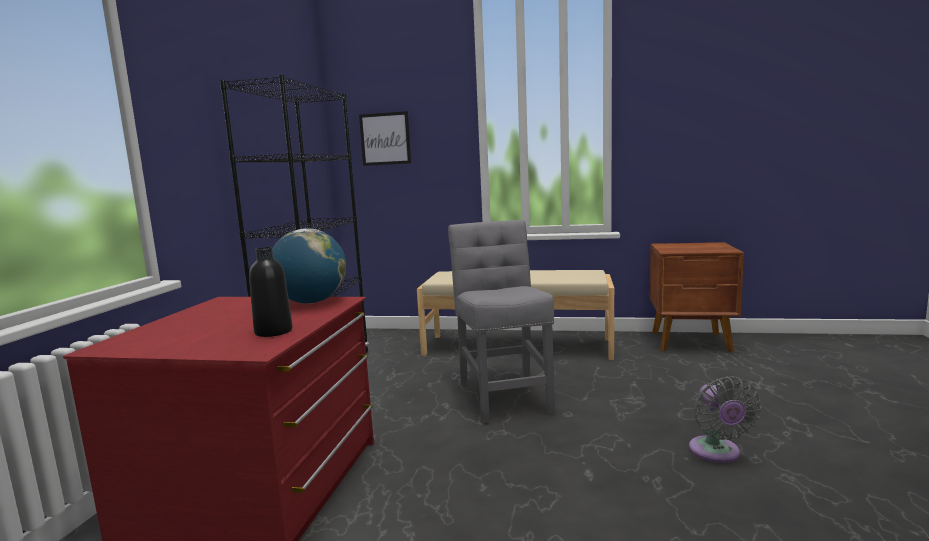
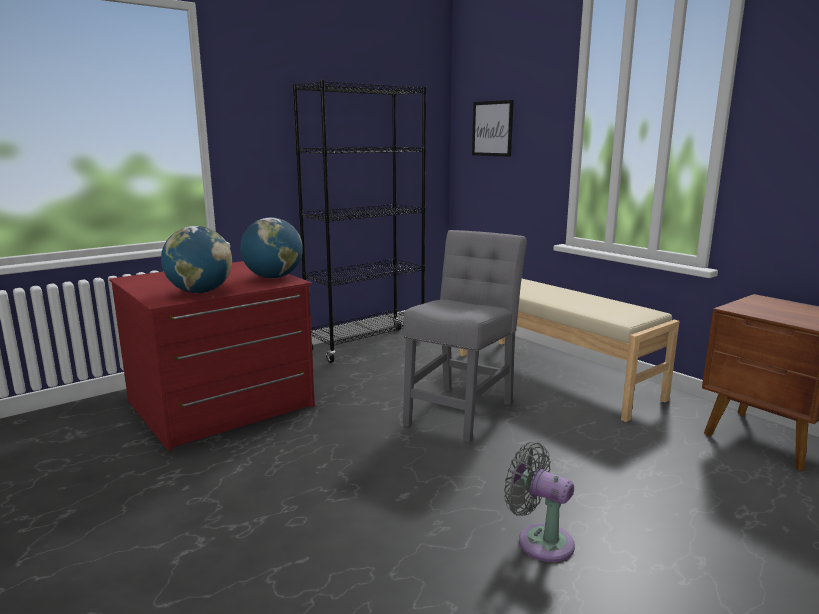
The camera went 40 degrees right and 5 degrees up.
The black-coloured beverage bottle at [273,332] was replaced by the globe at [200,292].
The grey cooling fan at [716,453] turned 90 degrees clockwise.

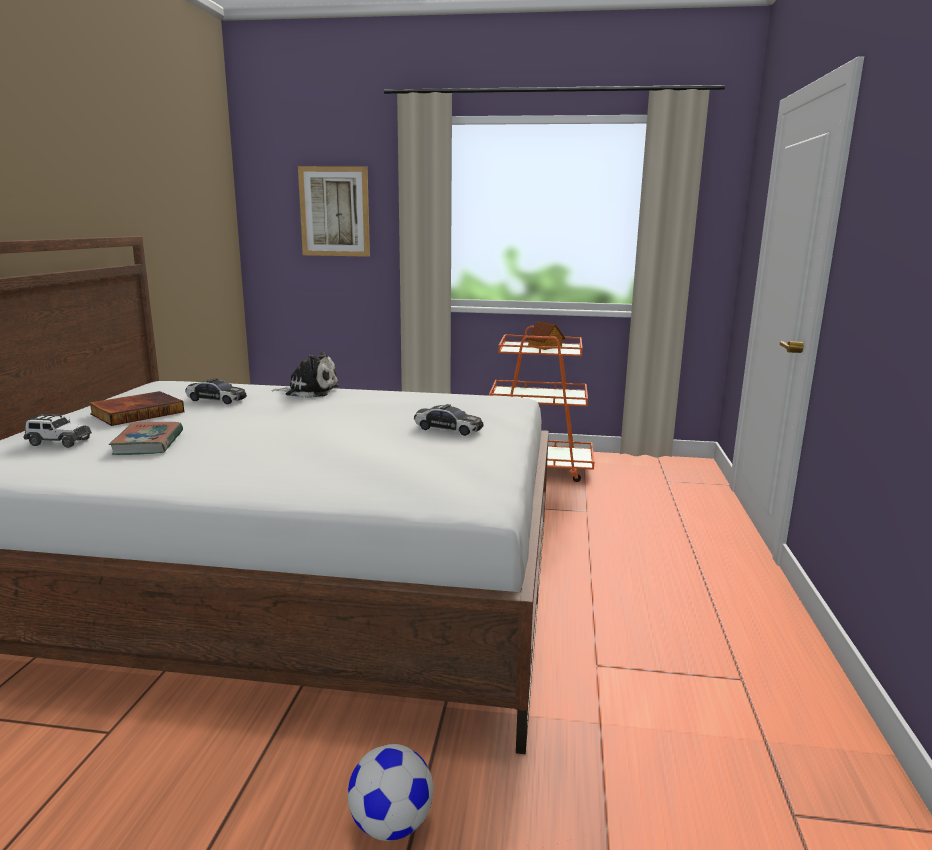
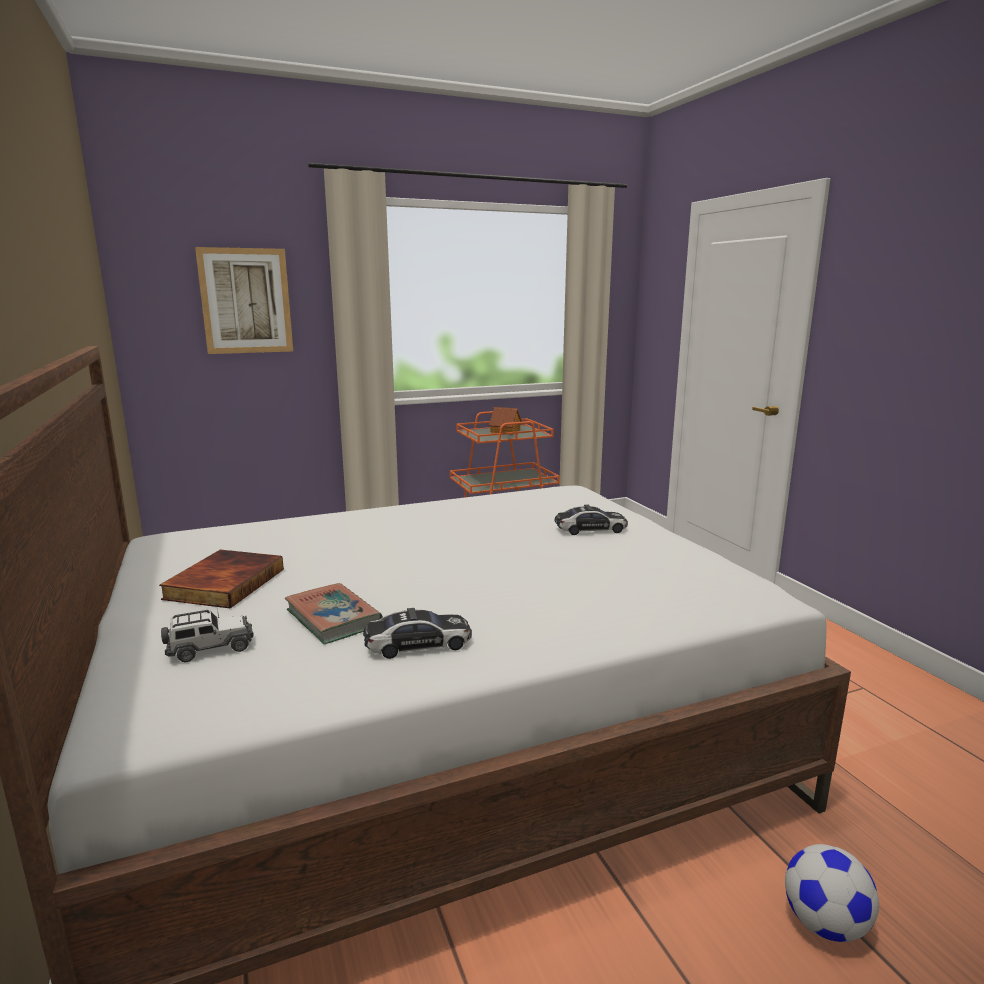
The camera went 30 degrees left and 0 degrees up.
The miniature car moved from [216,399] to [418,644].
The soft toy at [309,391] disappeared.

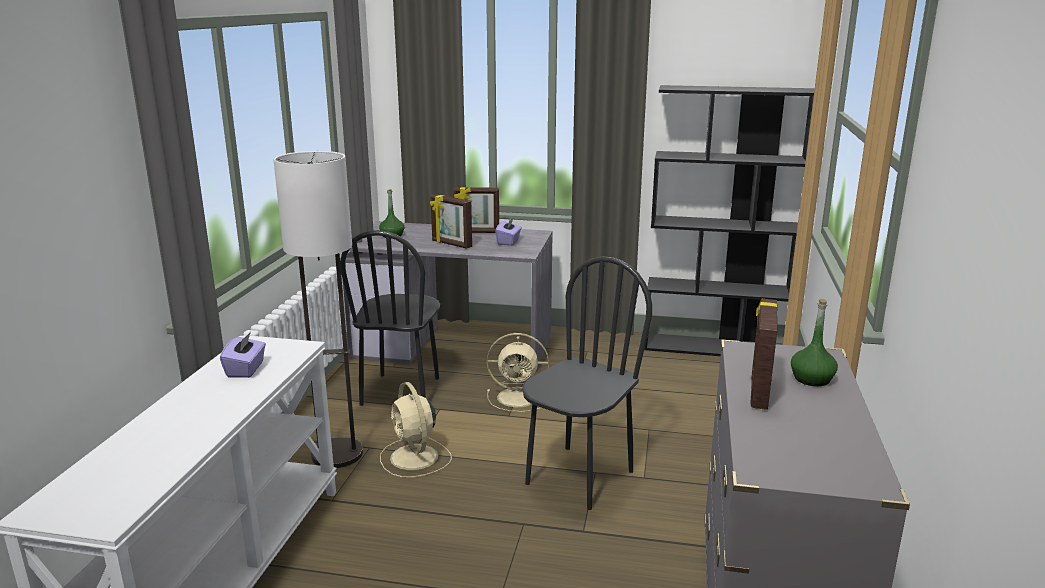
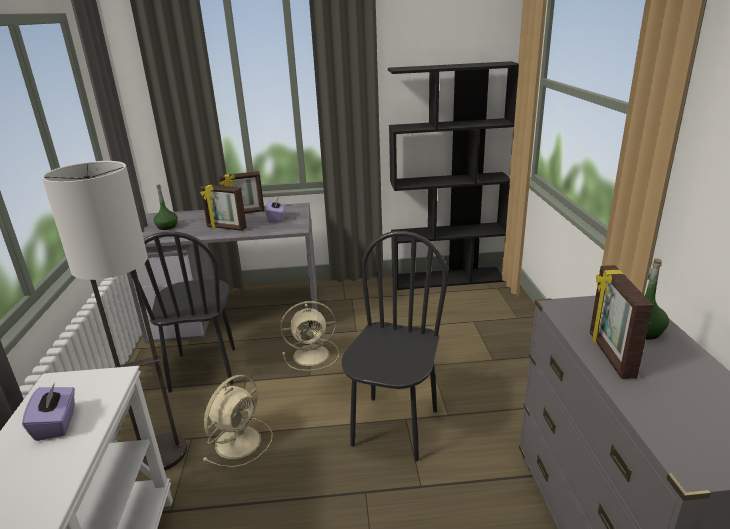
The camera went 15 degrees left and 5 degrees up.
The beige cooling fan at [415,458] turned 105 degrees counterclockwise.

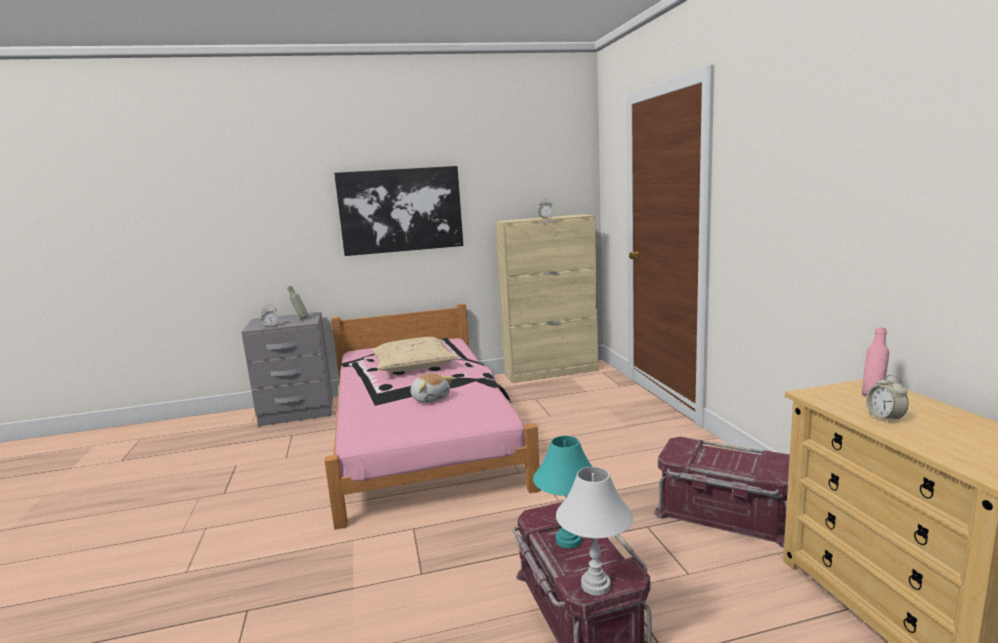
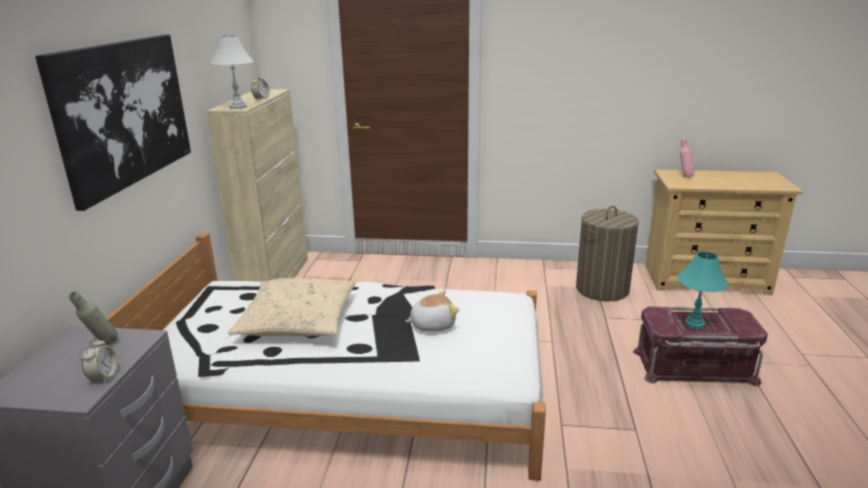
The camera went 70 degrees left and 10 degrees up.
The pinkish bed at [420,434] became the whitish bed at [349,391].
The whitish table lamp moved from [596,585] to [238,107].
The reddish storage bin at [724,514] was replaced by the hamper at [602,289].
The table clock at [885,418] disappeared.

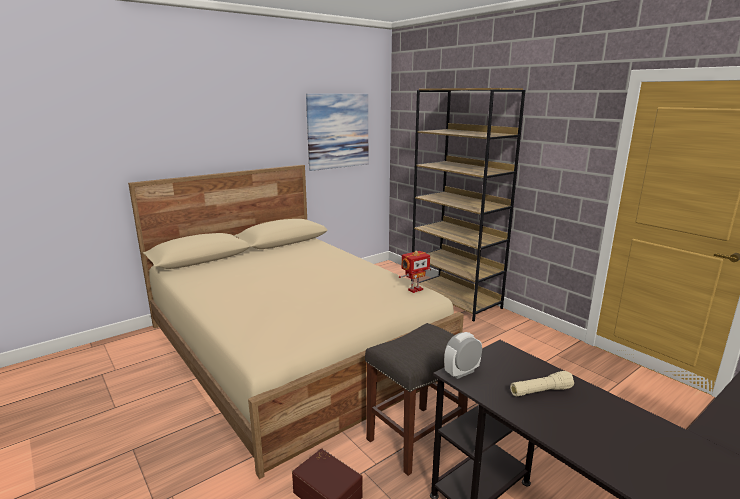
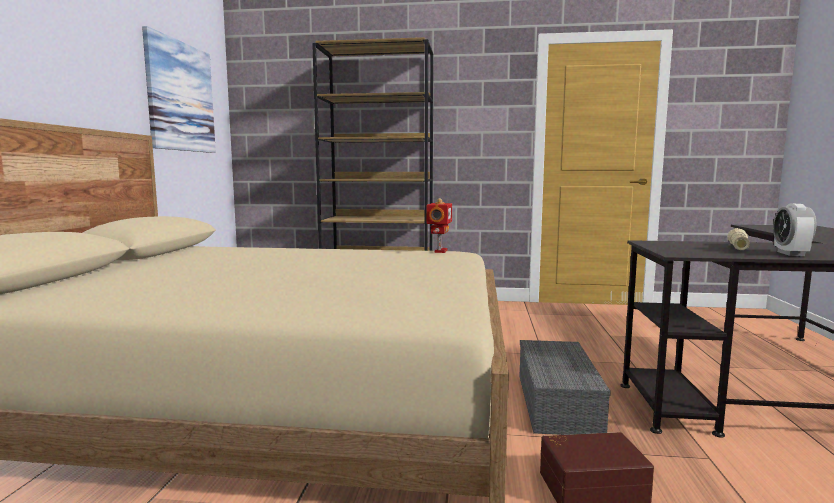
The camera went 45 degrees left and 10 degrees down.
The grey stool seat at [415,439] was replaced by the grey storage bin at [559,403].
The table clock moved from [462,372] to [790,253].

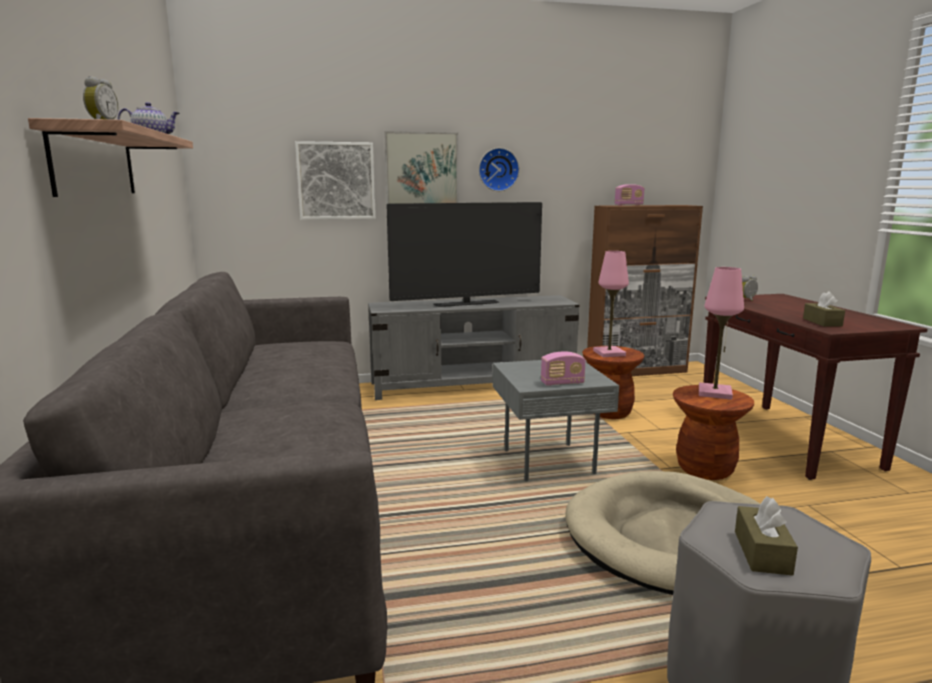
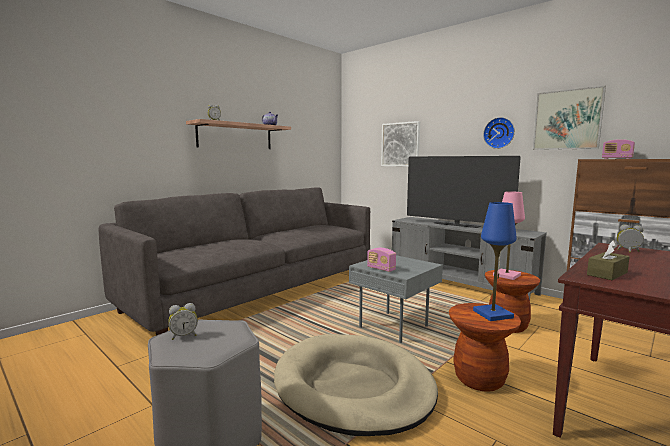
The camera went 55 degrees right and 5 degrees down.
The brown tissue box at [762,552] was replaced by the table clock at [184,336].
The pinkish table lamp at [715,393] became the blue table lamp at [493,314].
The wall picture moved from [421,170] to [567,120].

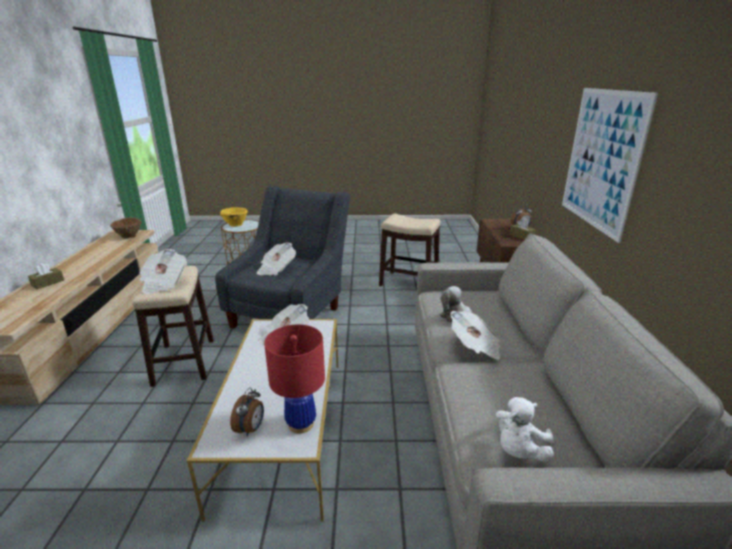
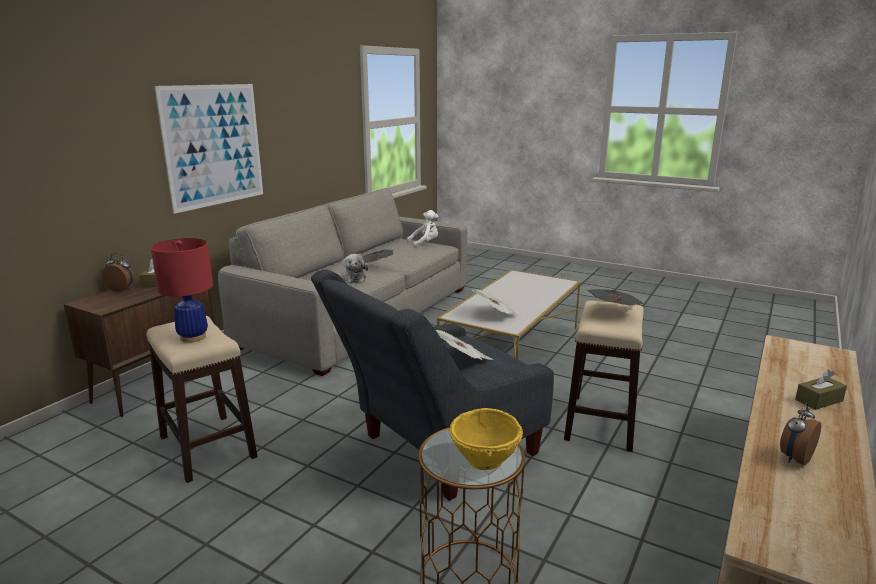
The camera went 150 degrees left and 5 degrees down.
The reddish table lamp moved from [301,424] to [193,337].
The table clock moved from [251,429] to [794,458].
The brown serving bowl at [129,236] disappeared.

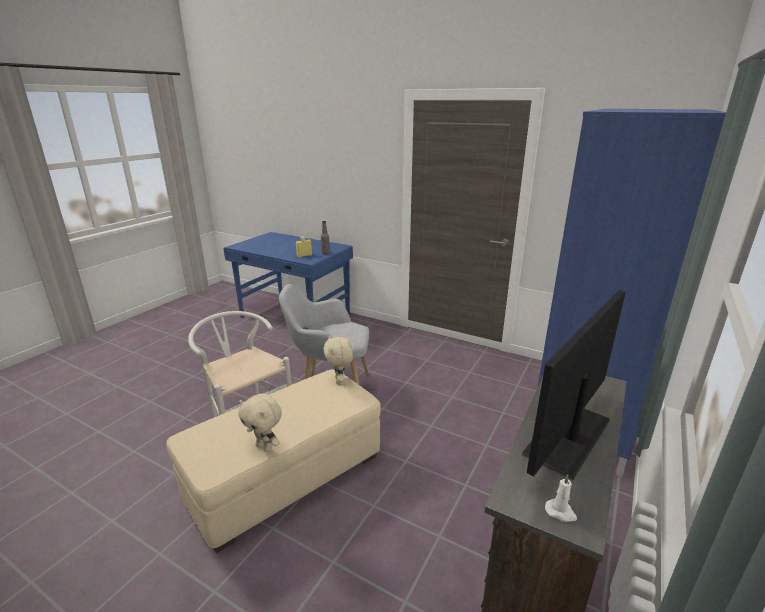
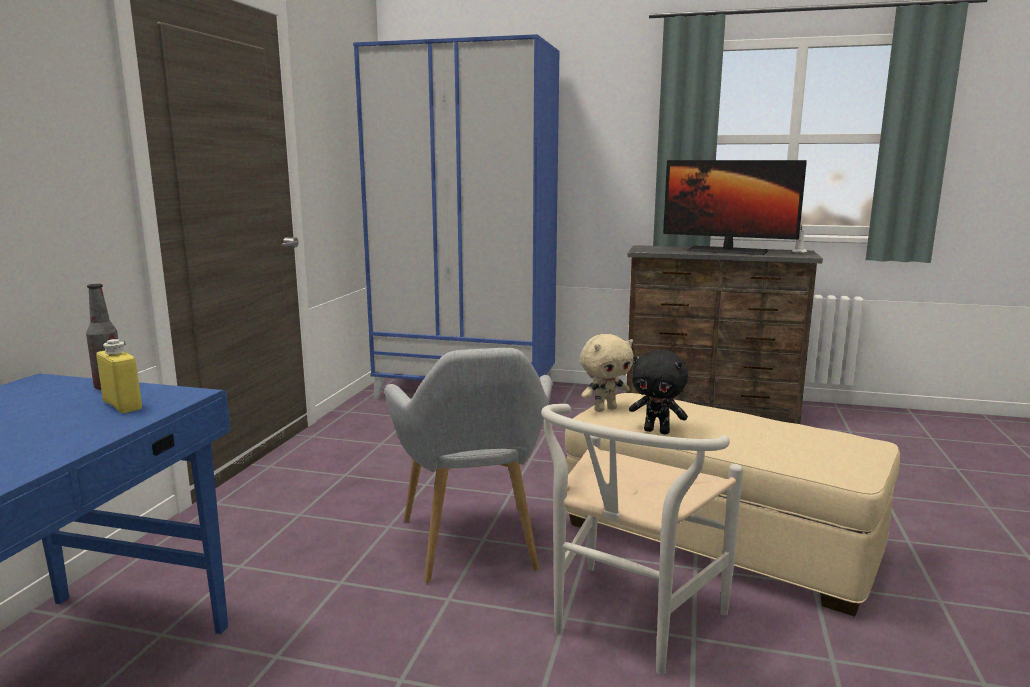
The camera went 105 degrees left and 10 degrees down.
The black-coloured soft toy at [657,431] appeared.
The beige soft toy at [265,447] disappeared.

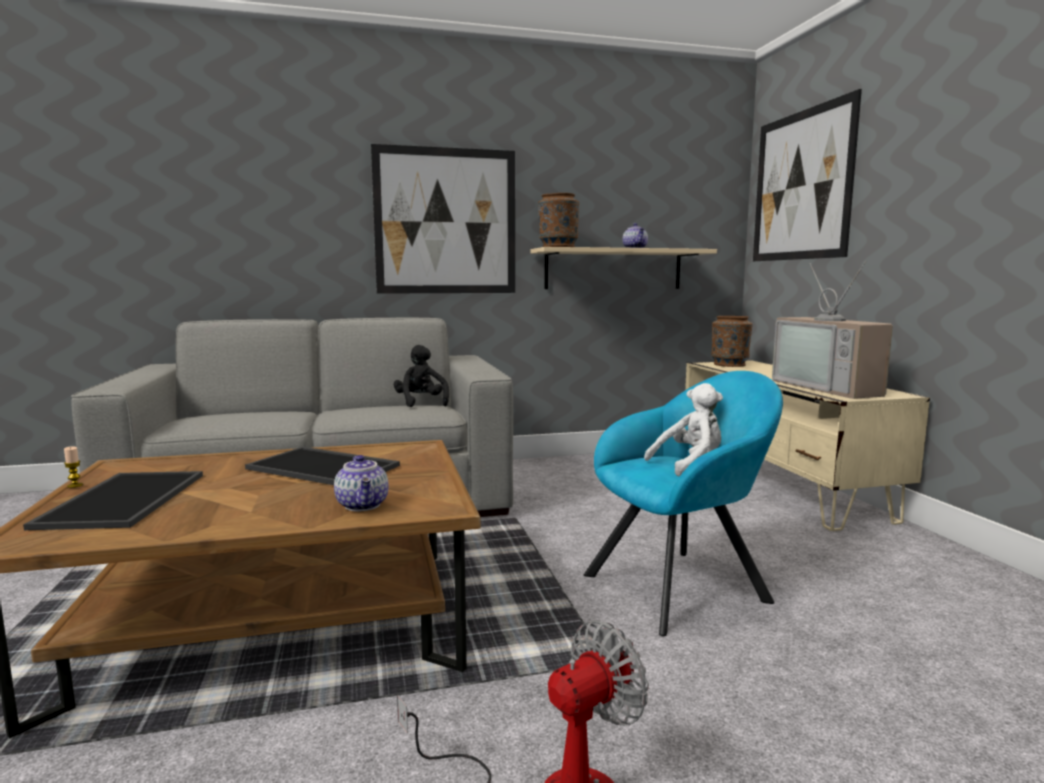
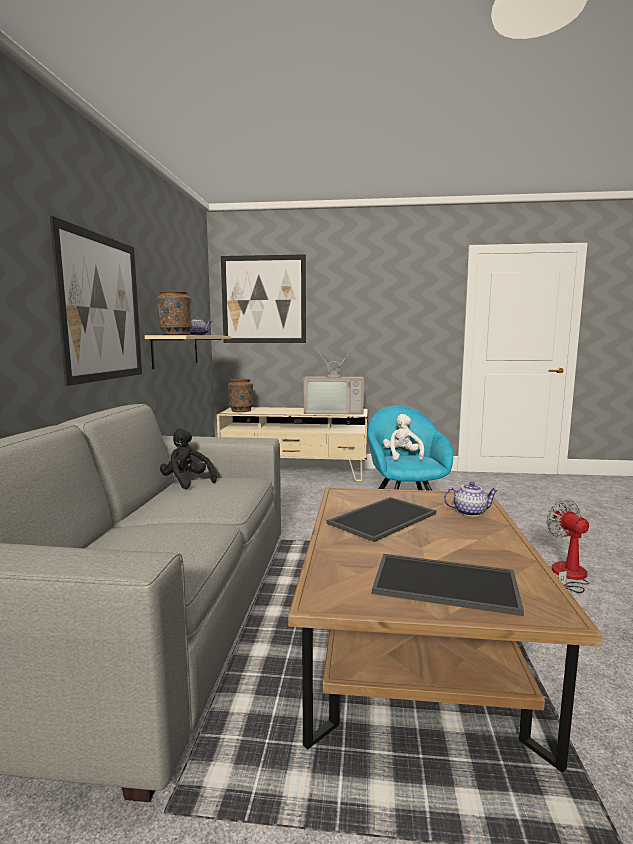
The camera went 70 degrees left and 0 degrees up.
The black-coloured soft toy at [421,403] turned 45 degrees clockwise.
The candle at [75,485] disappeared.

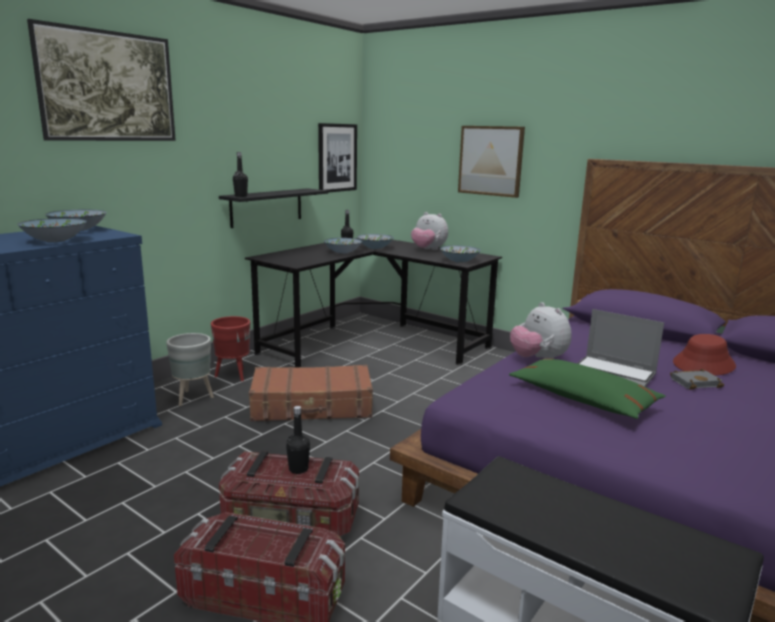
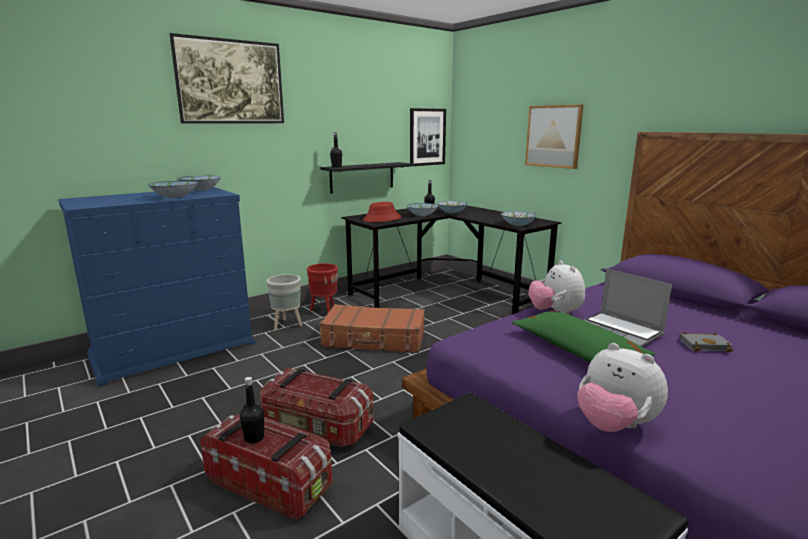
The camera went 15 degrees right and 0 degrees up.
The black-coloured beverage bottle moved from [298,469] to [254,438].
The reddish hat moved from [704,364] to [382,219].
The soft toy moved from [428,250] to [614,425].

